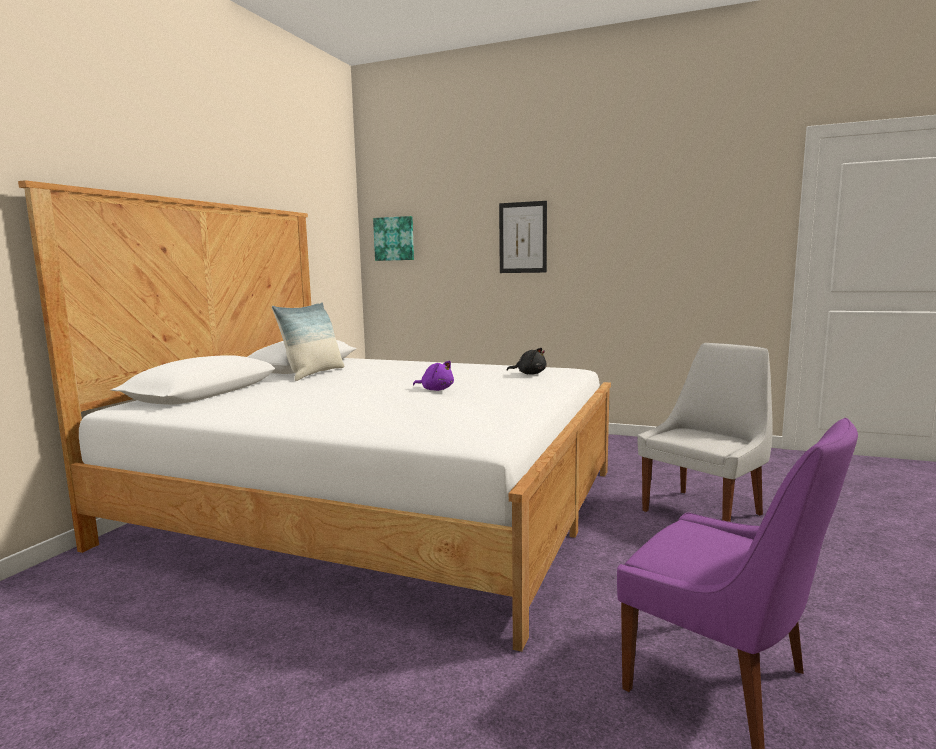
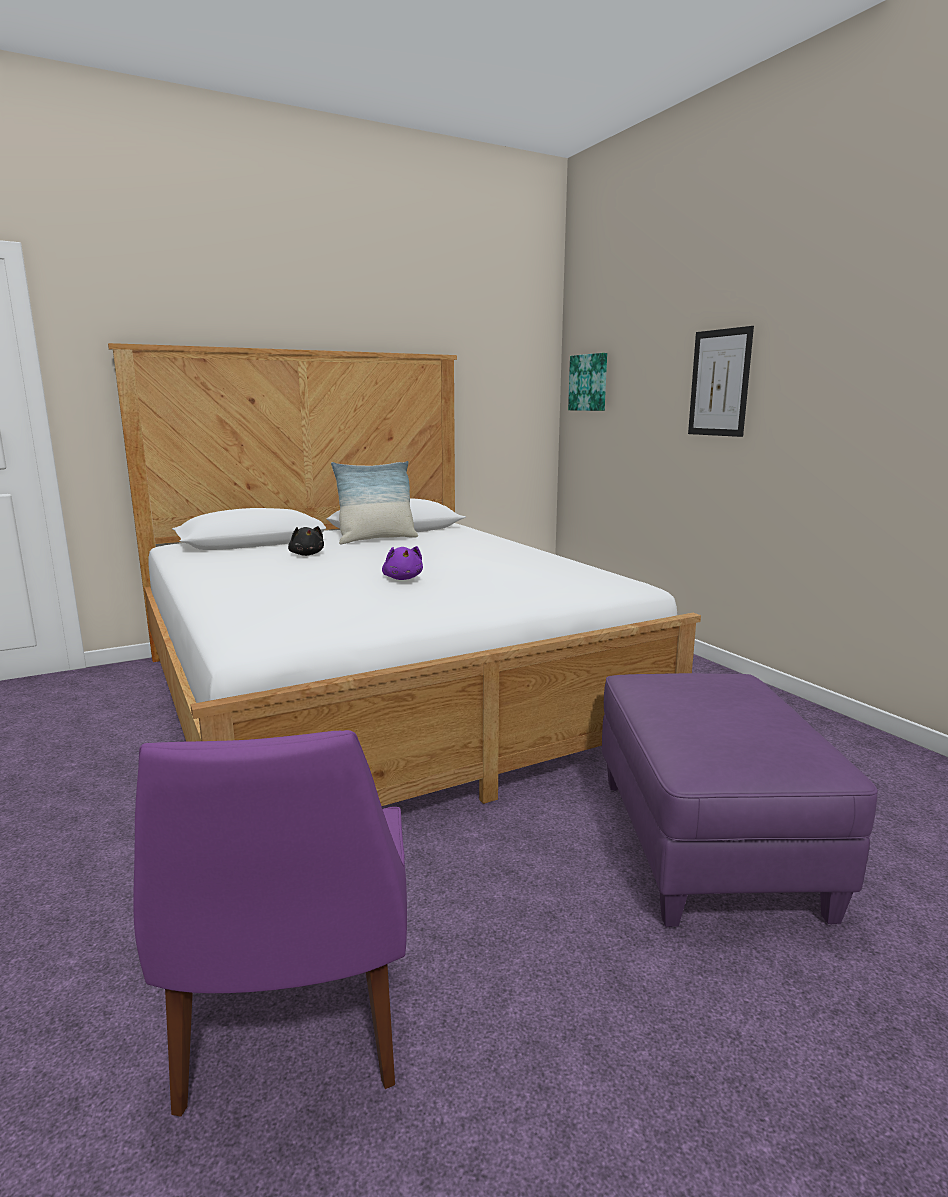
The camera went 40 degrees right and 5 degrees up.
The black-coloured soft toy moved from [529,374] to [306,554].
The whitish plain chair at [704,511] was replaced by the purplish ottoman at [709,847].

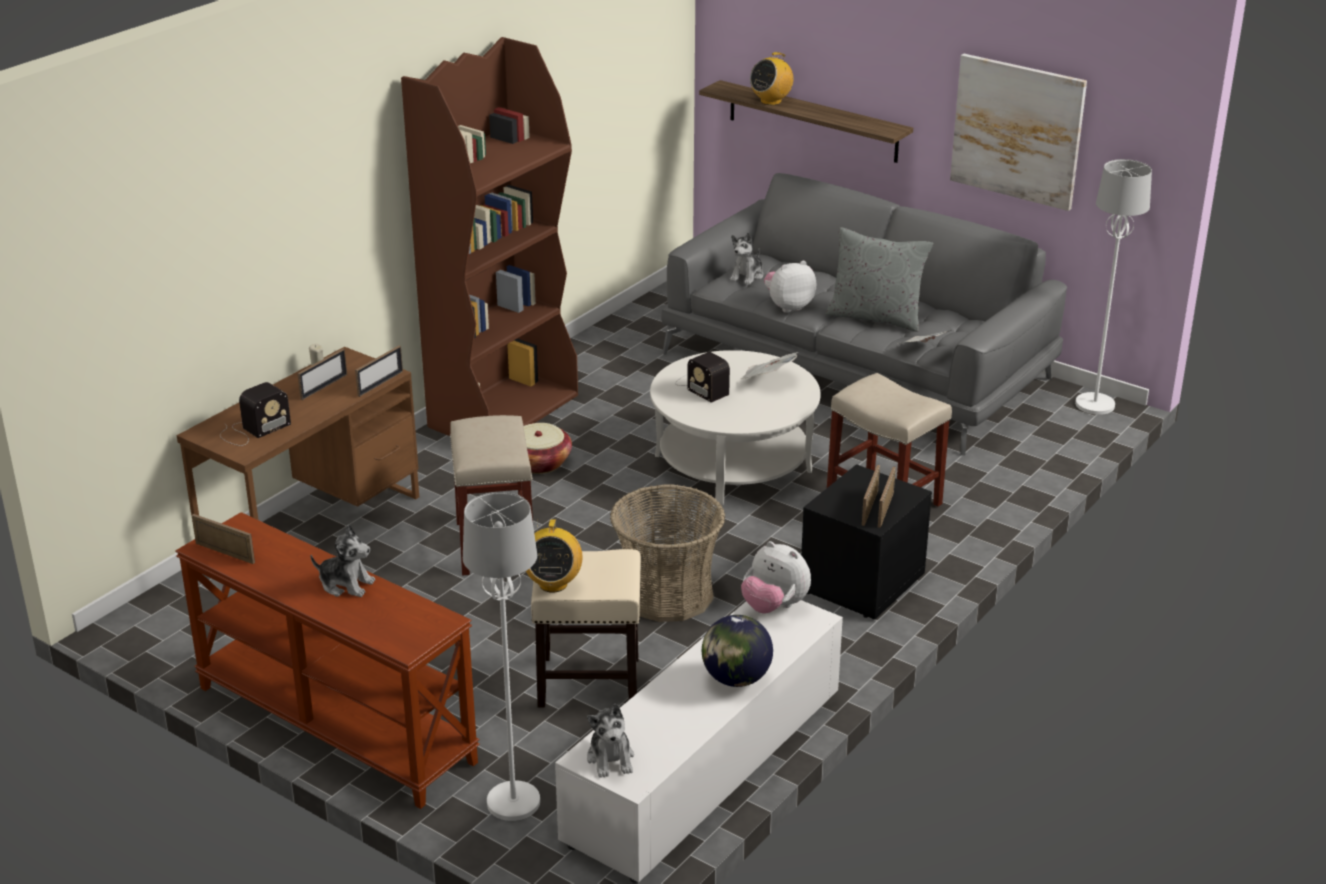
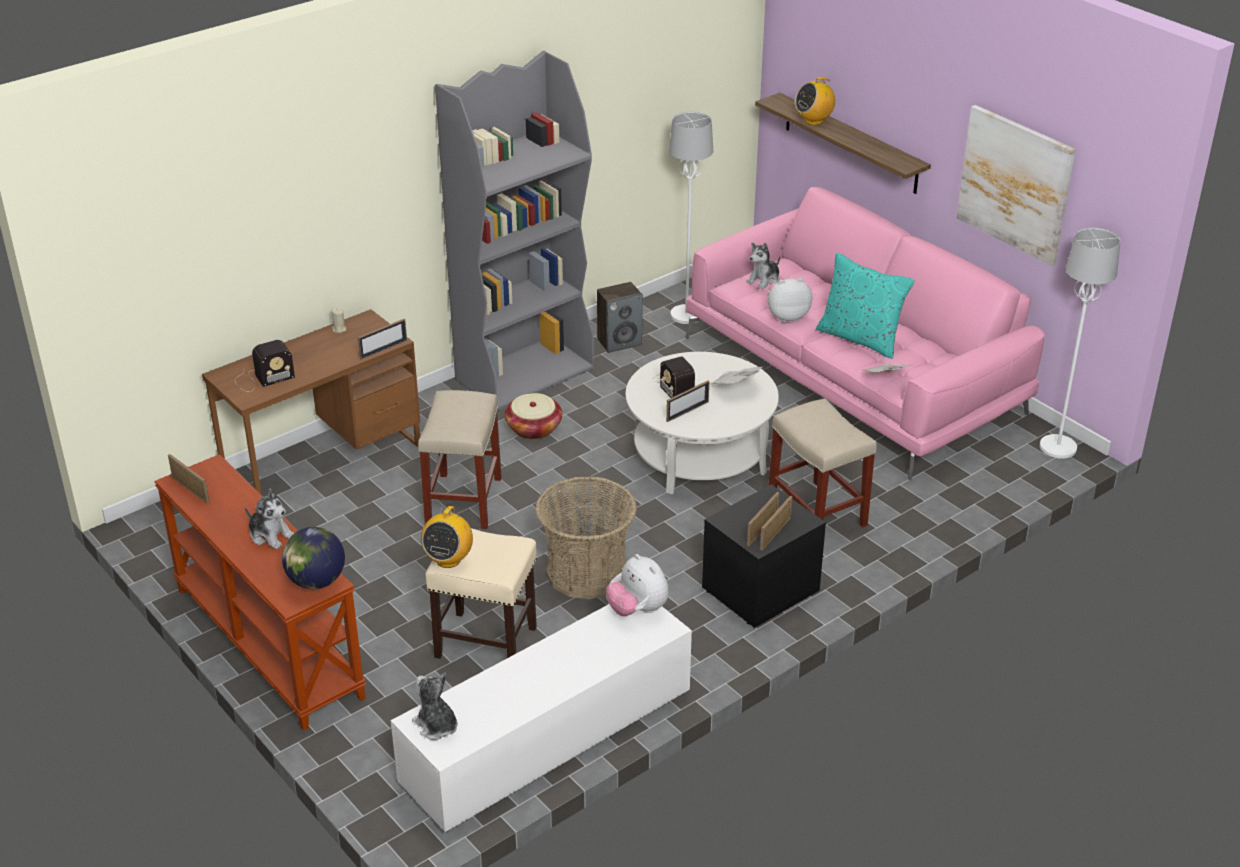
The camera went 15 degrees right and 5 degrees up.
The globe moved from [736,679] to [316,581].
The soft toy at [611,758] turned 135 degrees clockwise.
The brown bookcase at [504,411] became the grey bookcase at [525,374].
The speaker at [619,342] appeared.
The standing frame moved from [324,387] to [687,411].
The whitish floor lamp moved from [513,802] to [686,315].
The grey settee at [857,367] became the pinkish settee at [854,376].
The grey pillow at [875,317] became the turquoise pillow at [860,338].

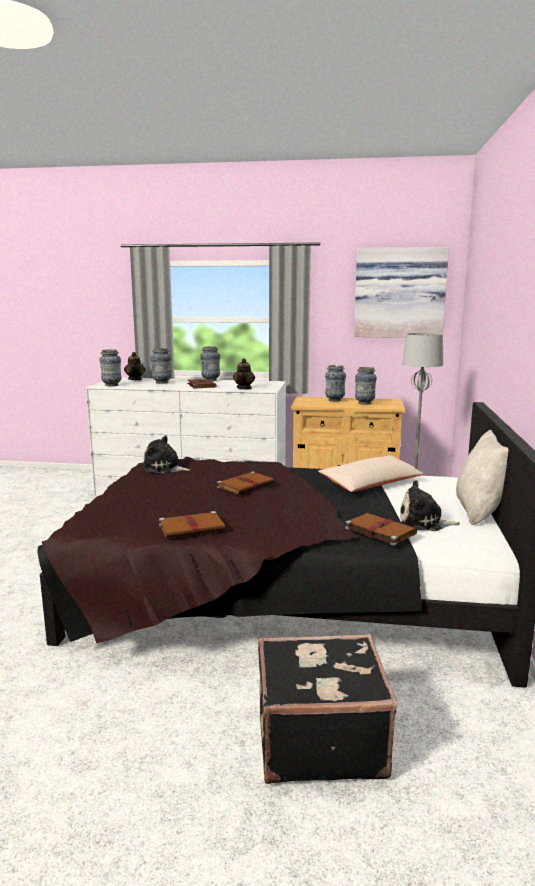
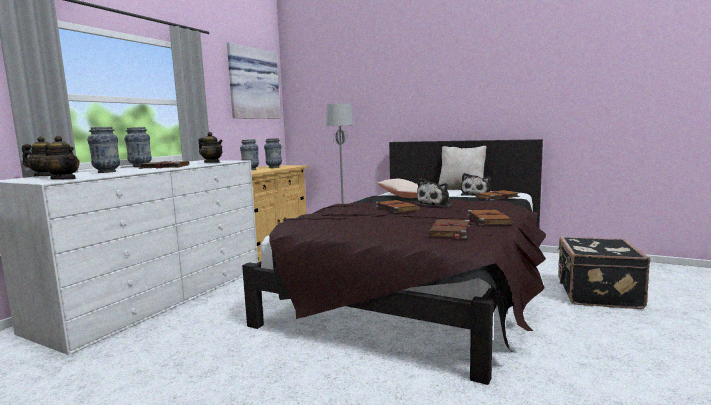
The camera went 70 degrees left and 5 degrees down.
The vase at [111,385] was replaced by the teapot at [64,179].
The soft toy moved from [165,468] to [435,204].
The brown book at [449,231] appeared.

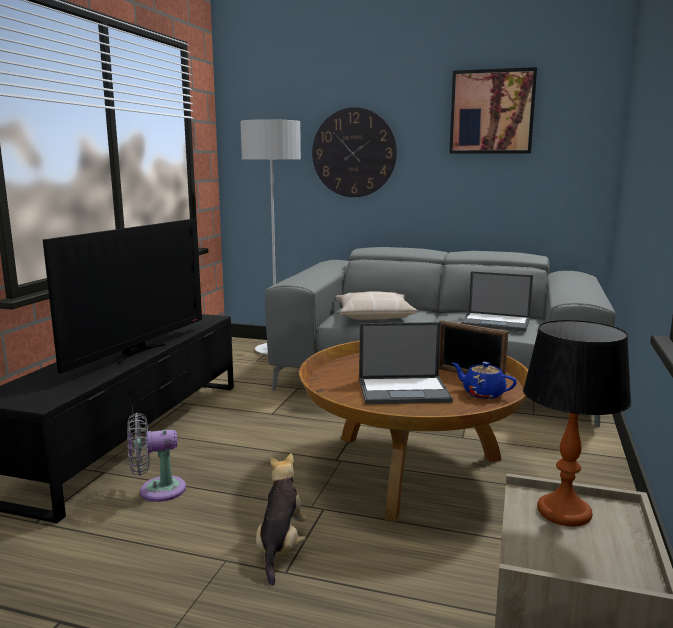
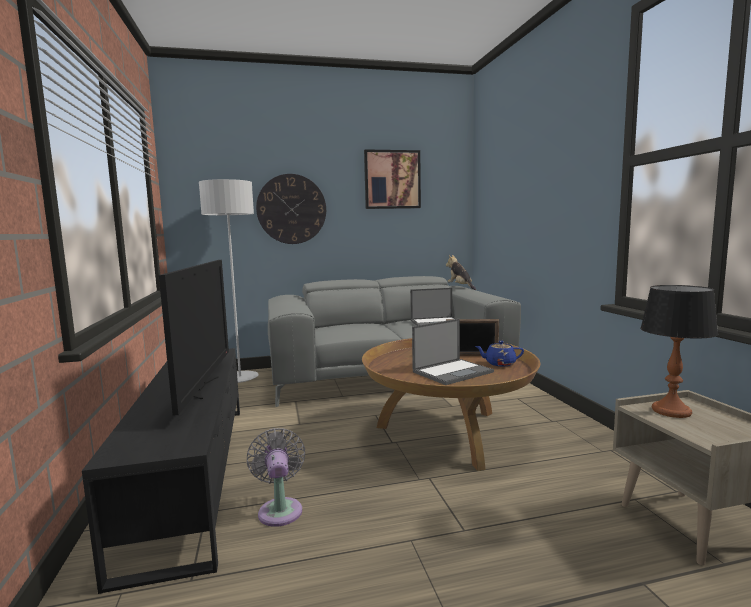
The camera went 30 degrees left and 5 degrees down.
The grey cooling fan at [157,490] turned 120 degrees clockwise.
The soft toy moved from [281,547] to [460,287].
The beige pillow at [374,315] disappeared.

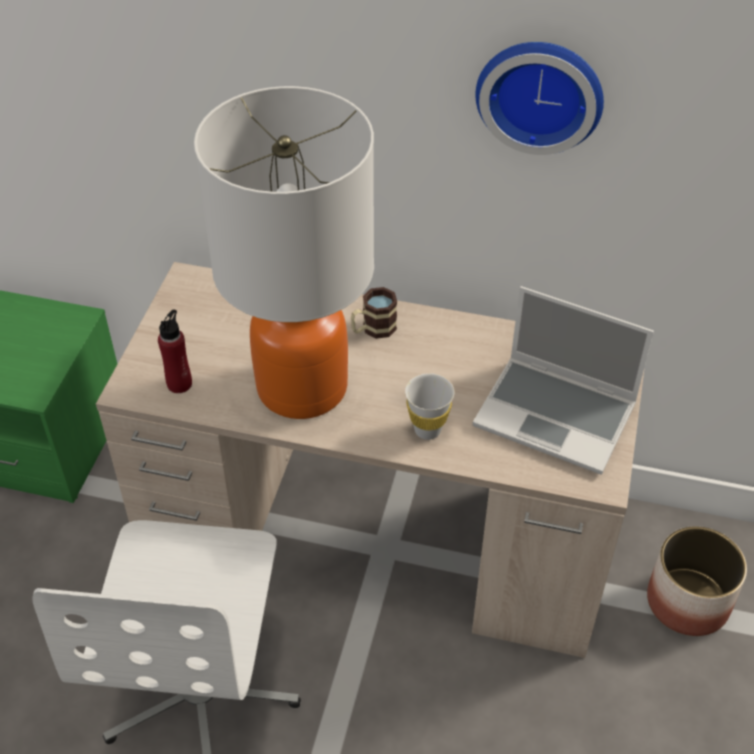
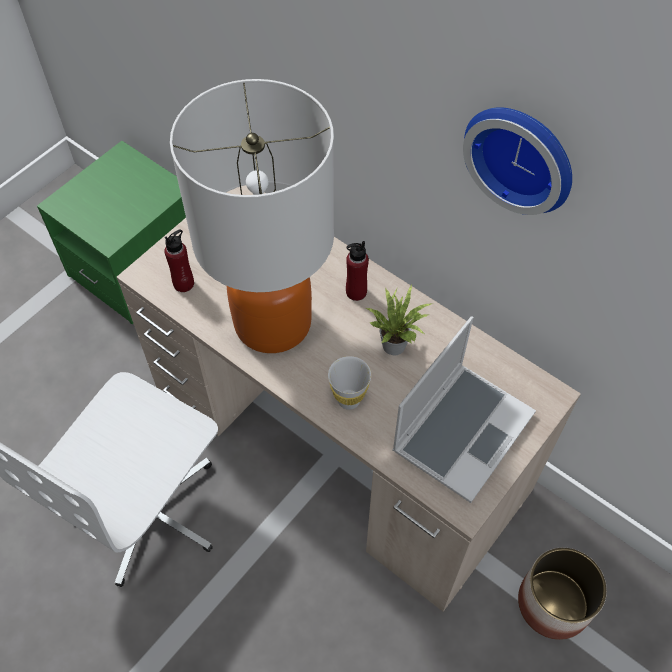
The camera went 25 degrees right and 10 degrees up.
The mug at [373,329] was replaced by the reddish beverage bottle at [356,292].
The potted plant at [396,343] appeared.
The portable computer at [557,415] turned 105 degrees counterclockwise.

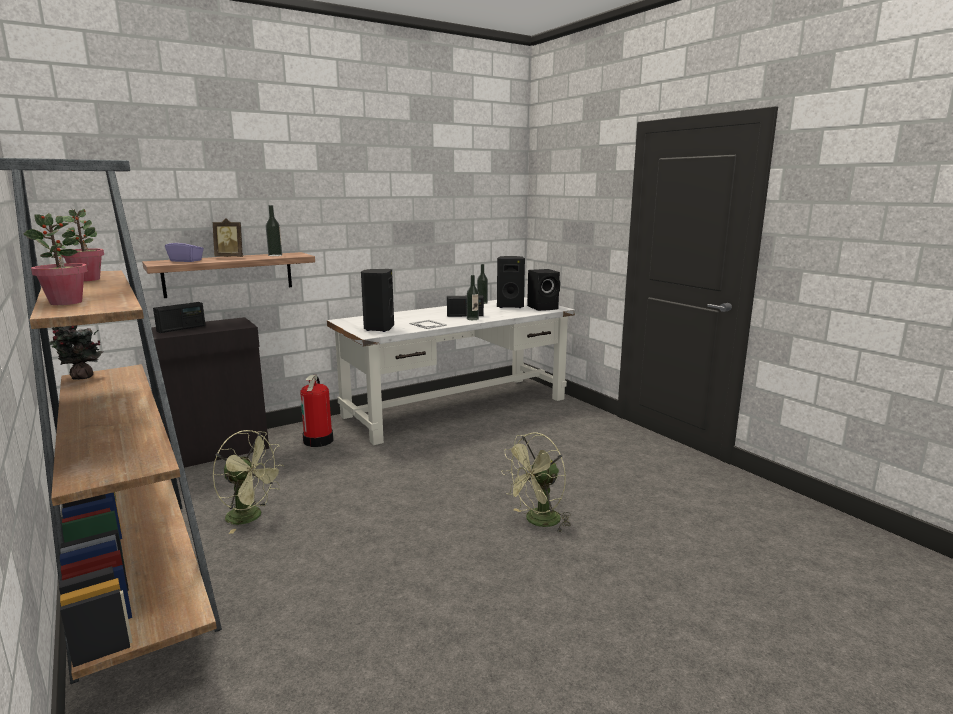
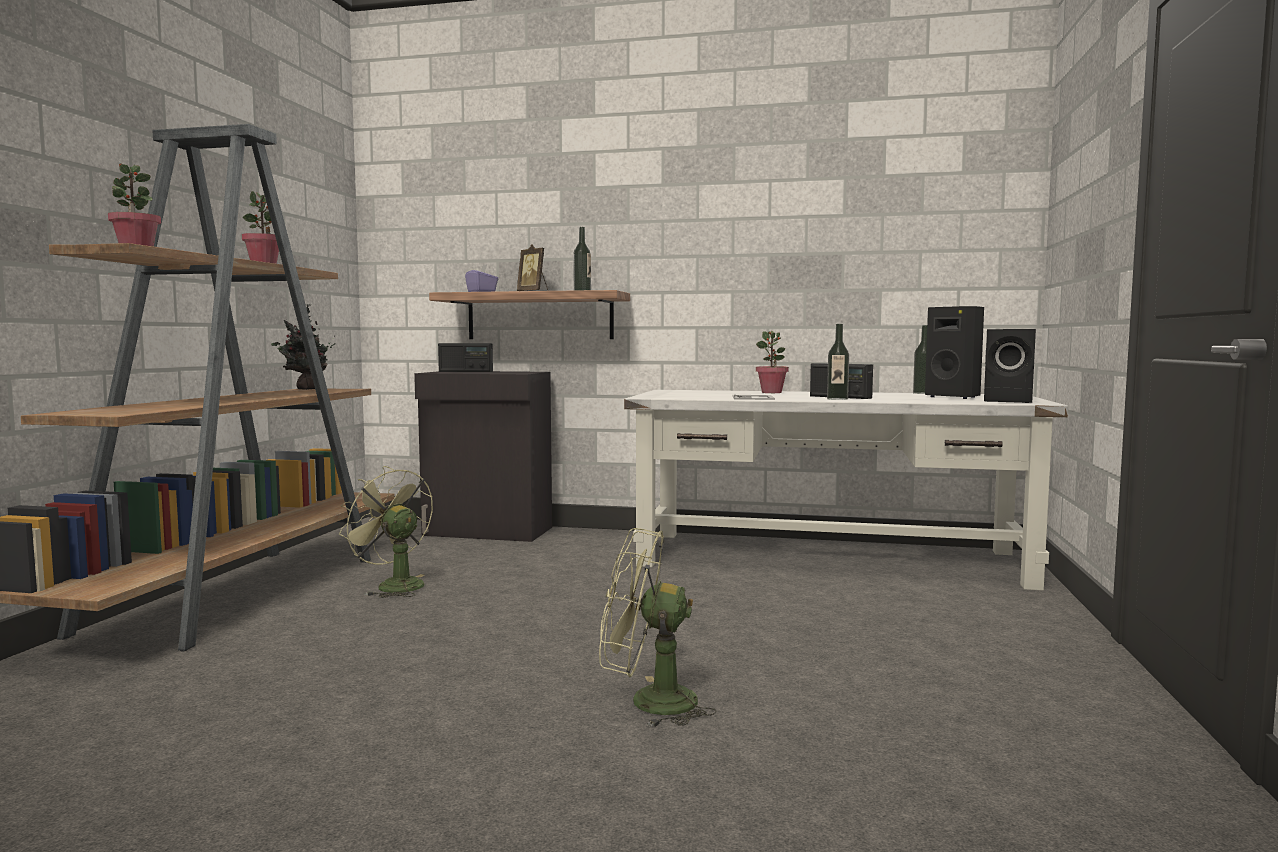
The camera went 45 degrees right and 10 degrees down.
The green-coloured cooling fan at [251,517] turned 150 degrees clockwise.
The potted plant at [771,392] appeared.
The fire extinguisher at [319,441] disappeared.
The black-coloured speaker at [378,328] disappeared.

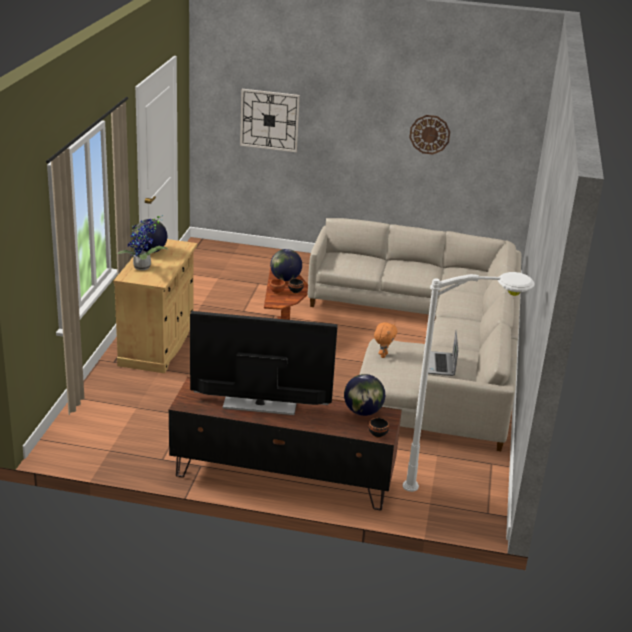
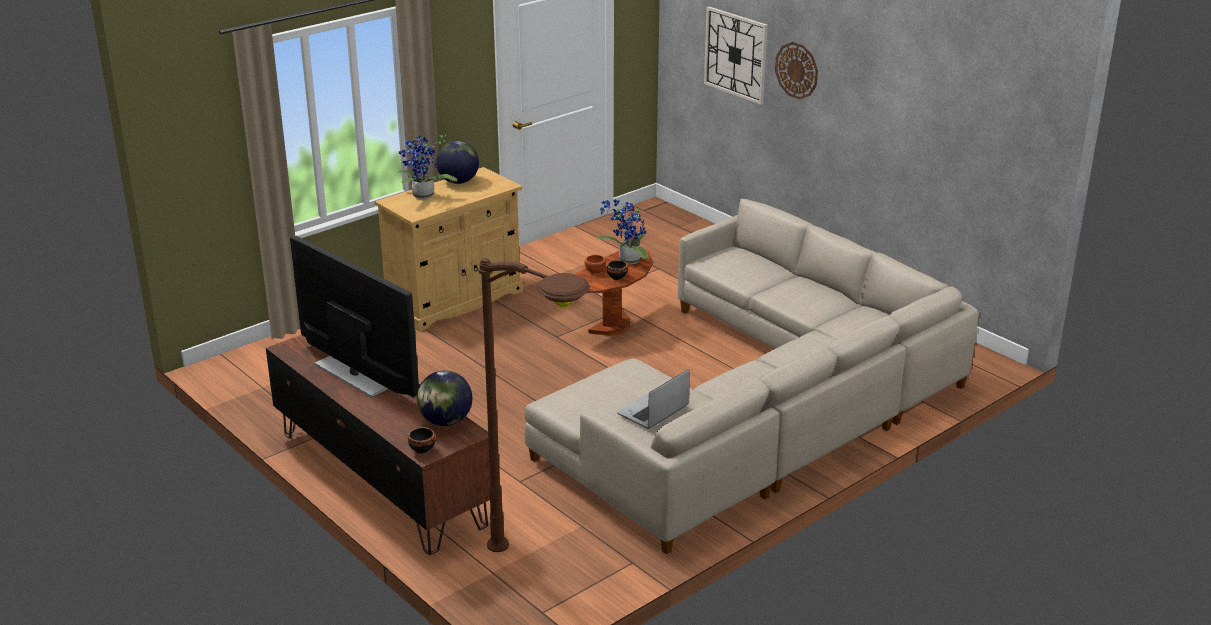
The camera went 40 degrees right and 0 degrees up.
The whitish floor lamp at [460,491] became the brown floor lamp at [547,575].
The globe at [285,279] was replaced by the potted plant at [627,261].
The wall clock moved from [429,134] to [797,70].
The orange soft toy at [383,355] disappeared.

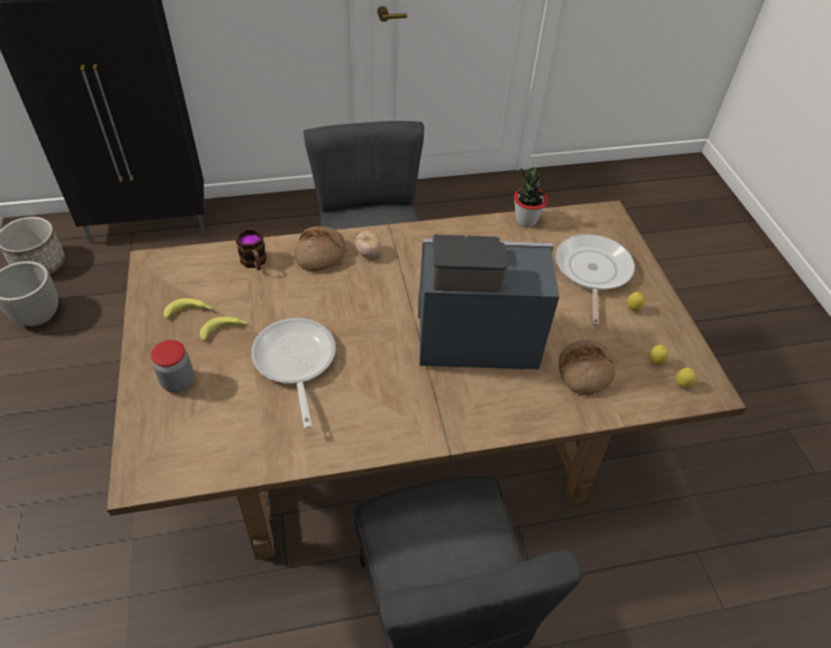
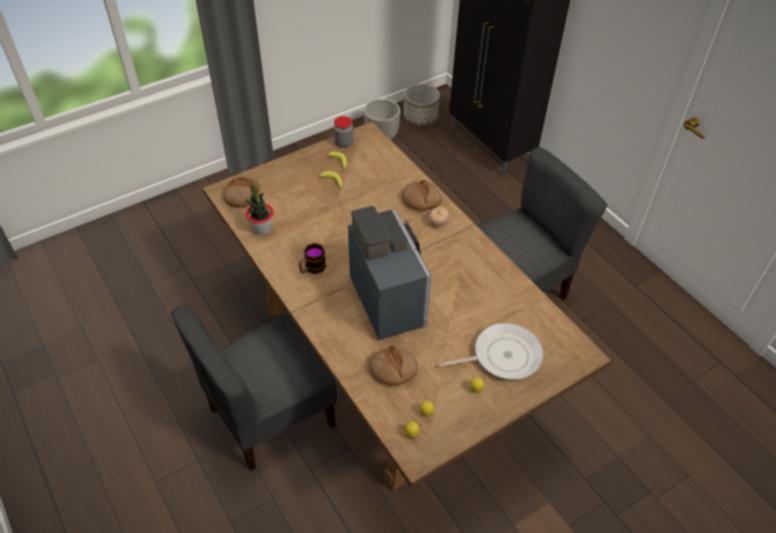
The camera went 70 degrees right and 0 degrees up.
The bread at [242,195] appeared.
The potted plant moved from [526,220] to [262,229].
The mug moved from [255,263] to [312,268].
The storage jar moved from [178,382] to [343,143].
The skillet at [295,363] disappeared.

